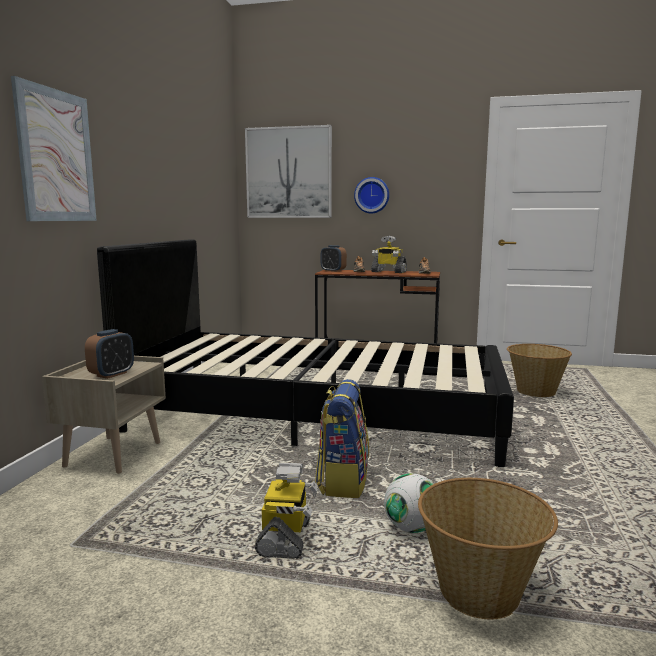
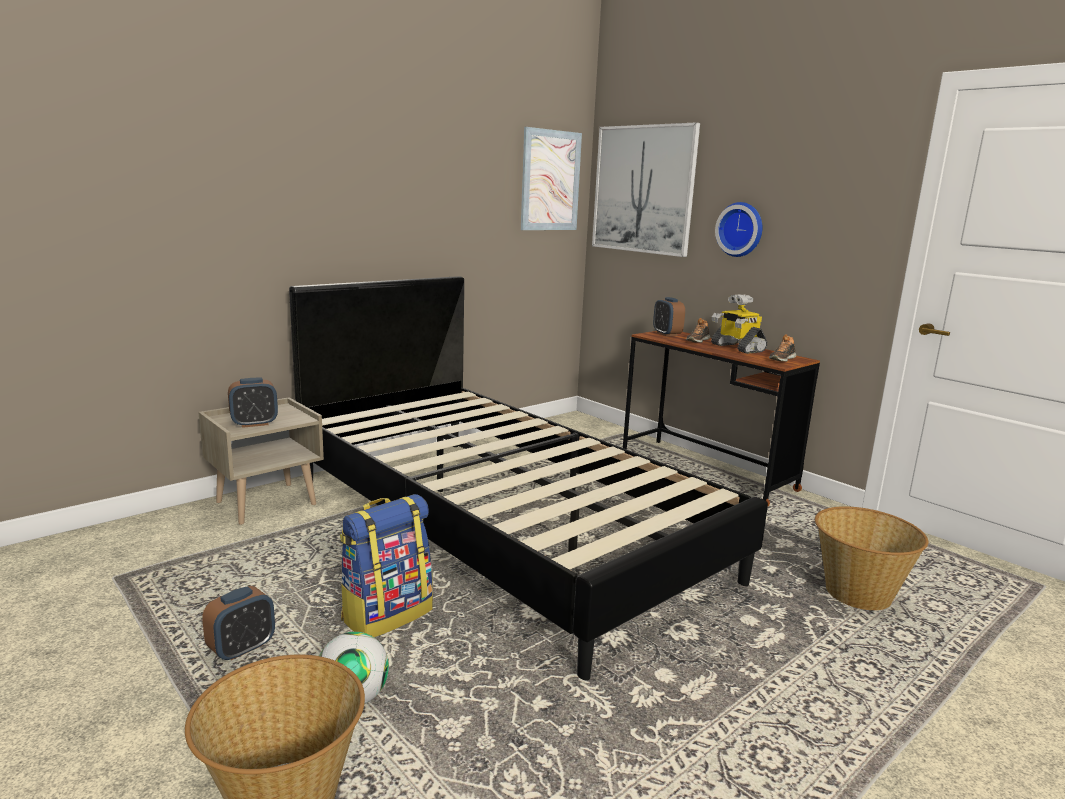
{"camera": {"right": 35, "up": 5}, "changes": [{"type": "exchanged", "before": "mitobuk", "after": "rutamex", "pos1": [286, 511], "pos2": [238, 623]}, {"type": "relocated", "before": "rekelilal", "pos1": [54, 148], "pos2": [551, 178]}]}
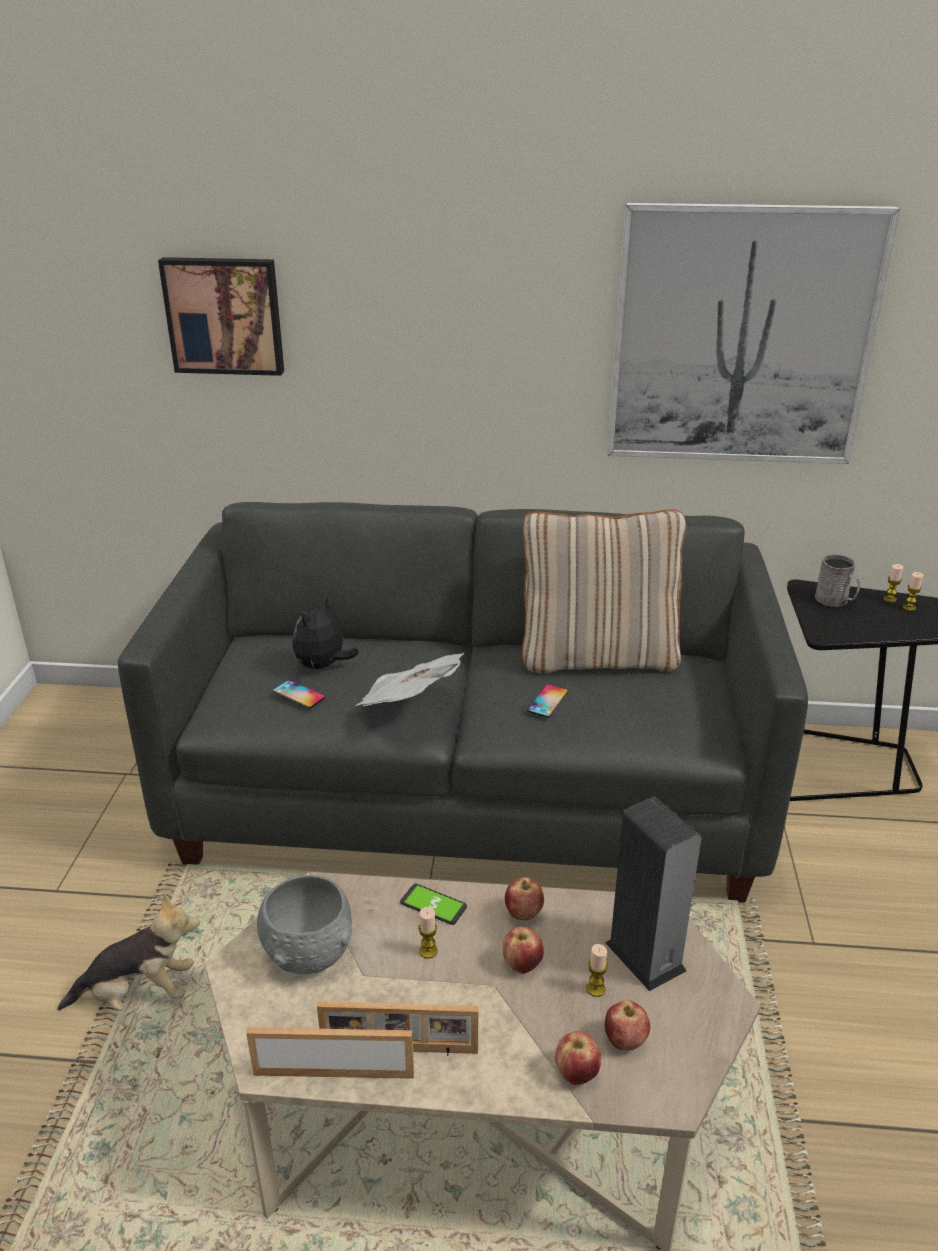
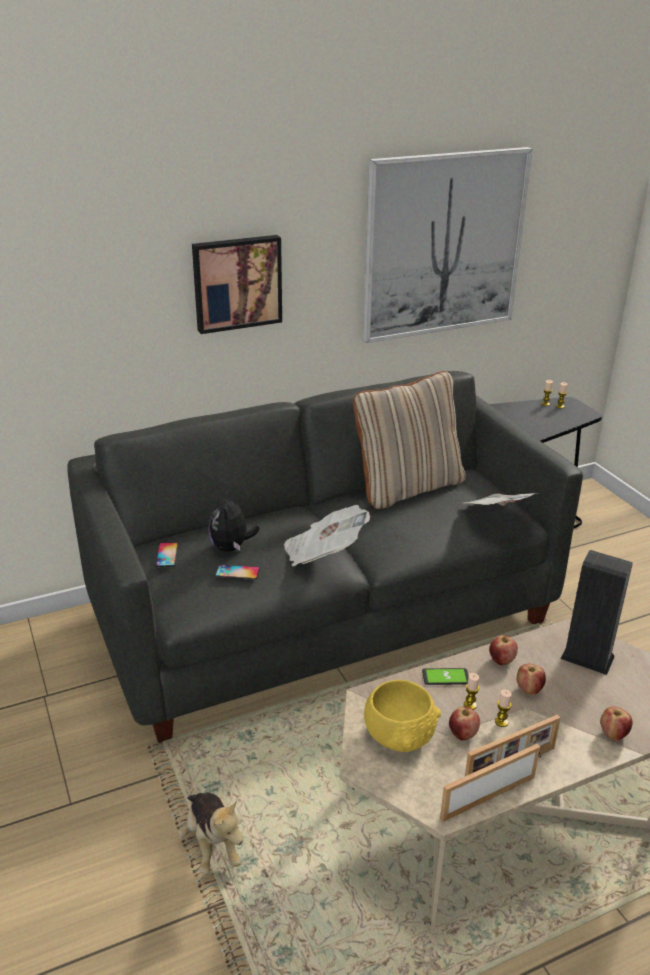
{"camera": {"right": -30, "up": 0}, "changes": [{"type": "relocated", "before": "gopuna", "pos1": [547, 701], "pos2": [166, 554]}, {"type": "spun", "before": "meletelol", "pos1": [129, 952], "pos2": [211, 833], "turn": 105}, {"type": "relocated", "before": "rekelilal", "pos1": [221, 316], "pos2": [237, 284]}, {"type": "colour", "before": "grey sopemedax", "after": "yellow sopemedax", "pos1": [304, 924], "pos2": [402, 716]}, {"type": "relocated", "before": "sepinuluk", "pos1": [627, 1025], "pos2": [464, 724]}, {"type": "appeared", "after": "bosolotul", "pos2": [501, 499]}, {"type": "relocated", "before": "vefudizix", "pos1": [597, 970], "pos2": [503, 708]}, {"type": "missing", "before": "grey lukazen", "pos1": [837, 580]}]}
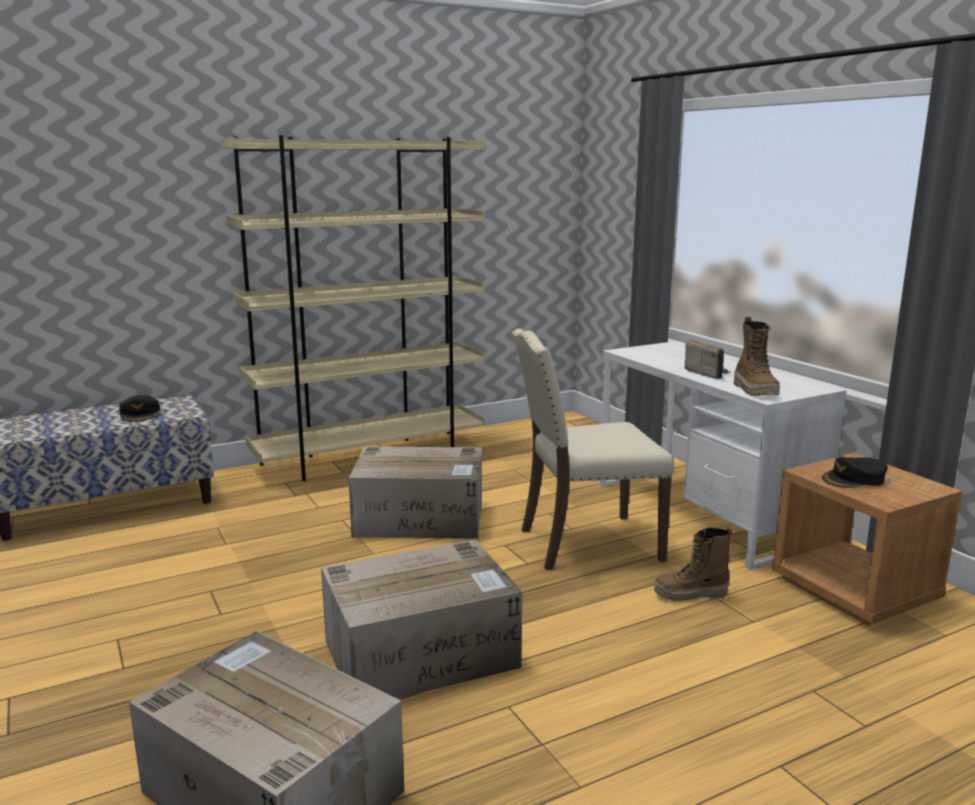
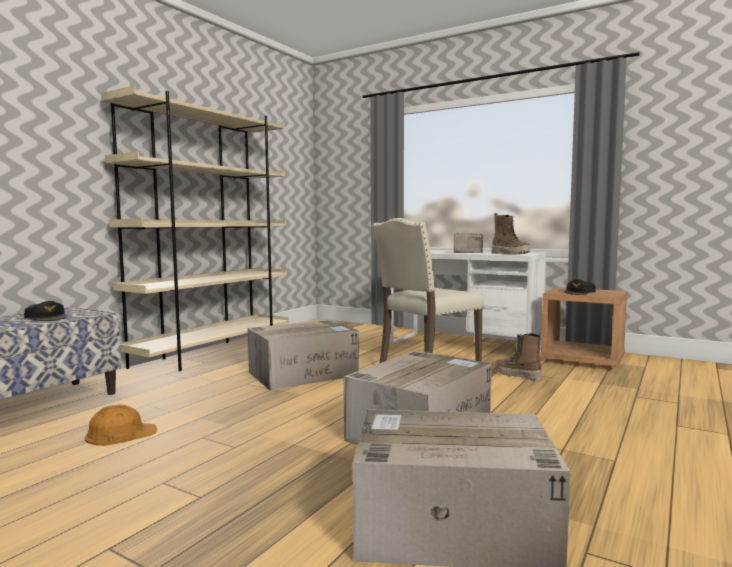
{"camera": {"right": -30, "up": -10}, "changes": [{"type": "appeared", "after": "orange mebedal", "pos2": [121, 425]}, {"type": "spun", "before": "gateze", "pos1": [693, 563], "pos2": [518, 356], "turn": 75}]}
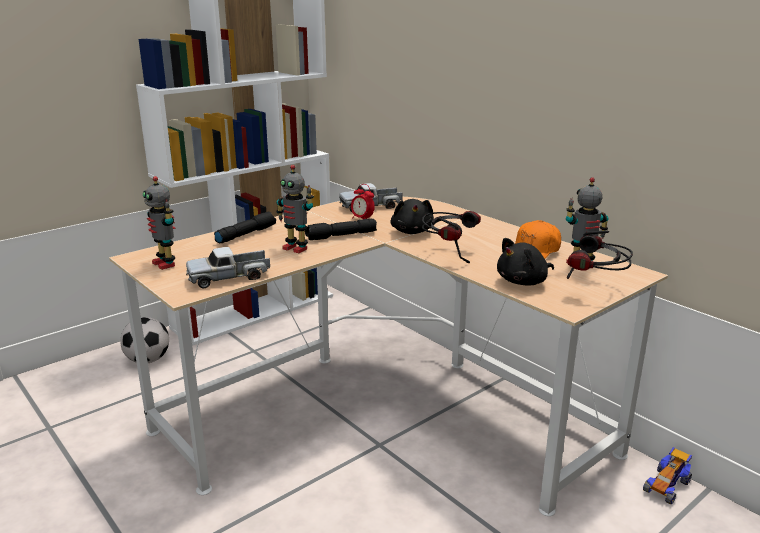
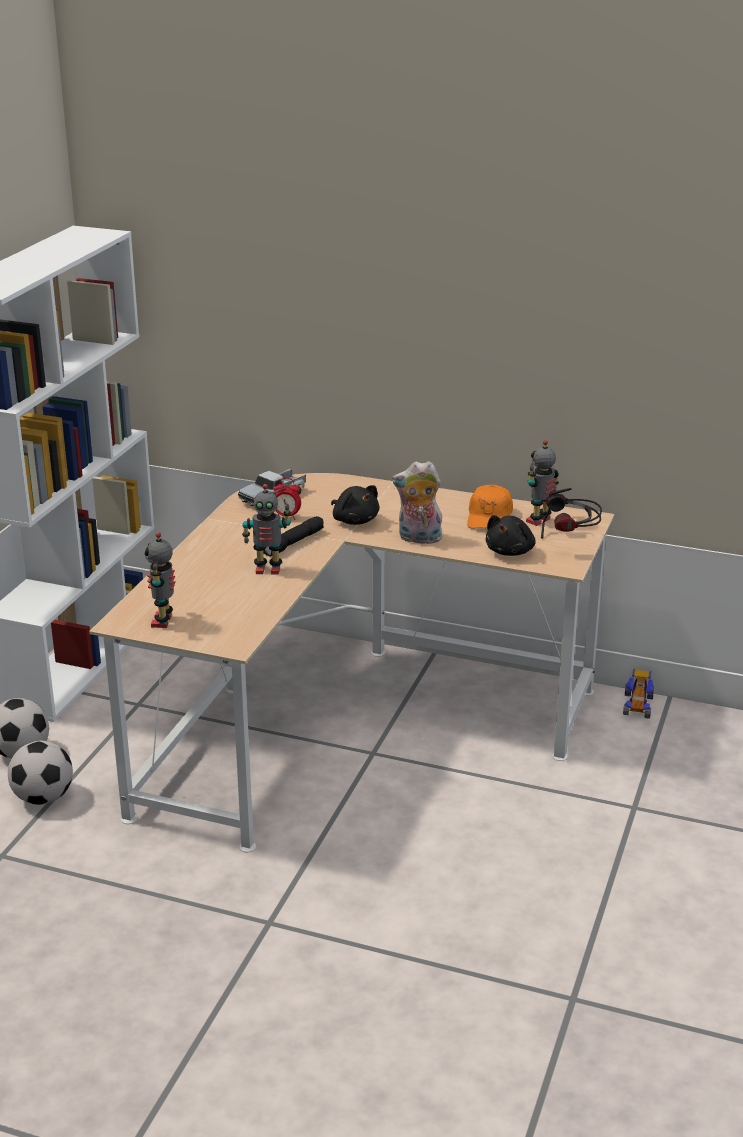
{"camera": {"right": -30, "up": 5}, "changes": [{"type": "appeared", "after": "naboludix", "pos2": [40, 772]}, {"type": "spun", "before": "mitobuk", "pos1": [159, 223], "pos2": [160, 580], "turn": 75}, {"type": "exchanged", "before": "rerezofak", "after": "meletelol", "pos1": [451, 237], "pos2": [417, 502]}, {"type": "missing", "before": "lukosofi", "pos1": [228, 267]}, {"type": "missing", "before": "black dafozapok", "pos1": [245, 227]}]}
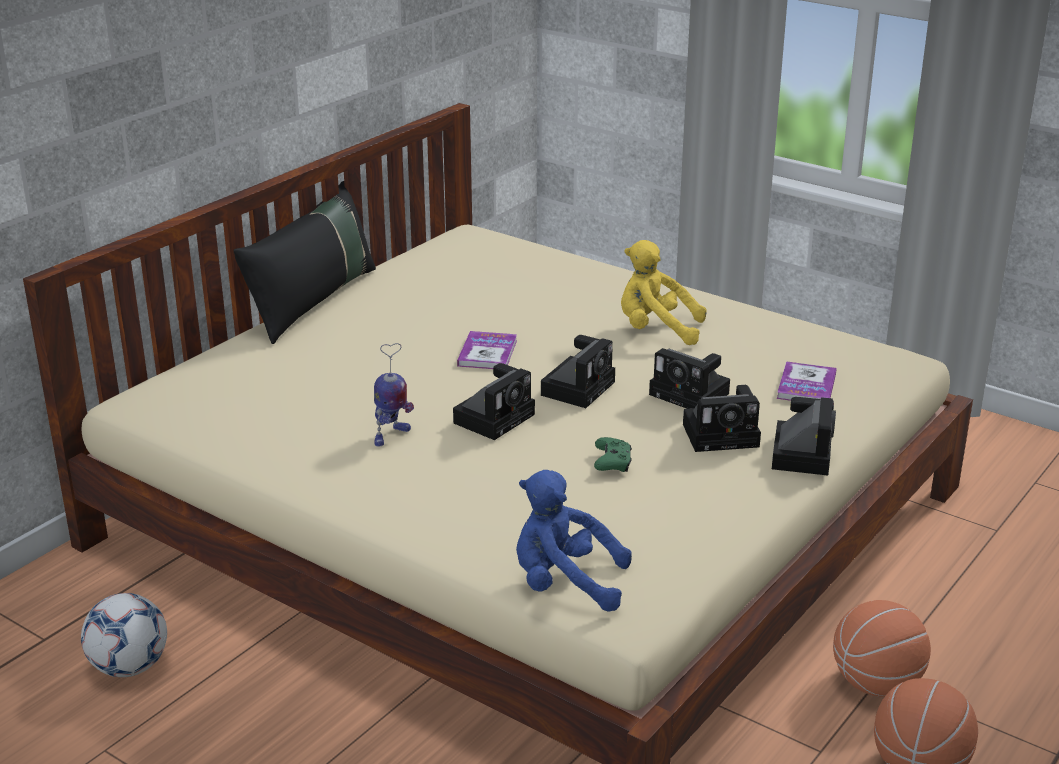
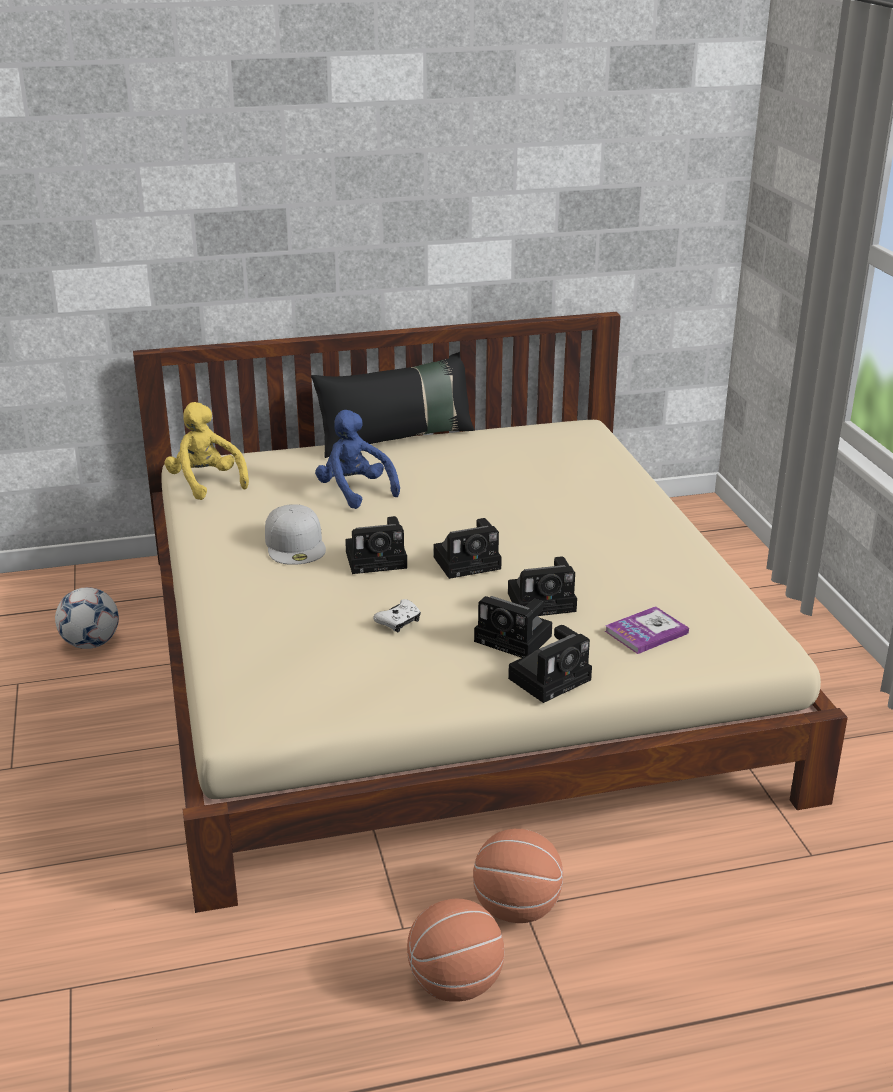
{"camera": {"right": 40, "up": 0}, "changes": [{"type": "relocated", "before": "yellow meletelol", "pos1": [663, 292], "pos2": [206, 451]}, {"type": "exchanged", "before": "mitobuk", "after": "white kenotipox", "pos1": [394, 395], "pos2": [295, 534]}, {"type": "relocated", "before": "blue meletelol", "pos1": [574, 541], "pos2": [357, 459]}, {"type": "colour", "before": "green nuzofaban", "after": "white nuzofaban", "pos1": [613, 454], "pos2": [397, 615]}, {"type": "spun", "before": "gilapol", "pos1": [689, 378], "pos2": [542, 586], "turn": -90}, {"type": "missing", "before": "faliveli", "pos1": [487, 350]}]}
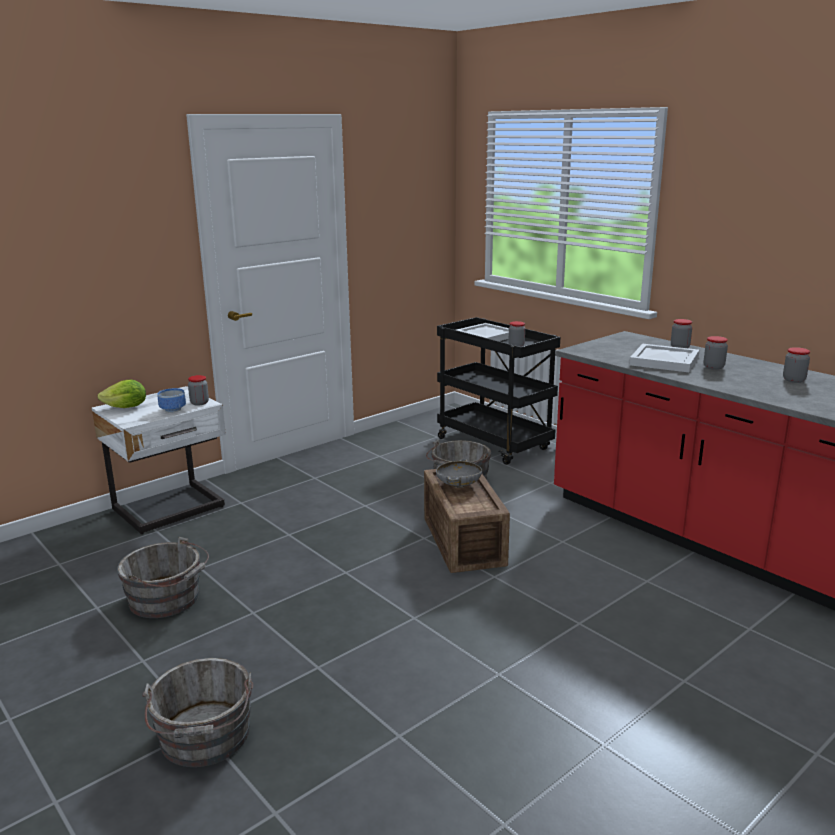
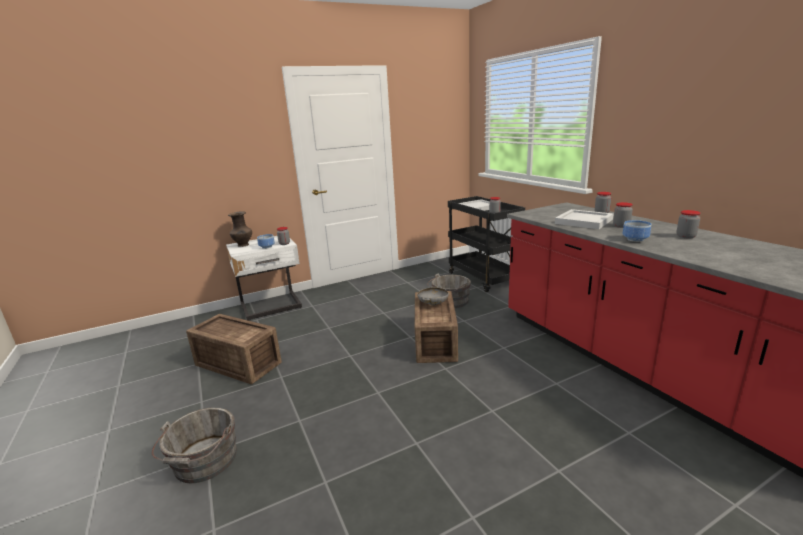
{"camera": {"right": 15, "up": 0}, "changes": [{"type": "exchanged", "before": "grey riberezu", "after": "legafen", "pos1": [163, 577], "pos2": [234, 349]}, {"type": "exchanged", "before": "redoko", "after": "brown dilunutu", "pos1": [121, 393], "pos2": [240, 229]}, {"type": "appeared", "after": "sopemedax", "pos2": [637, 231]}]}
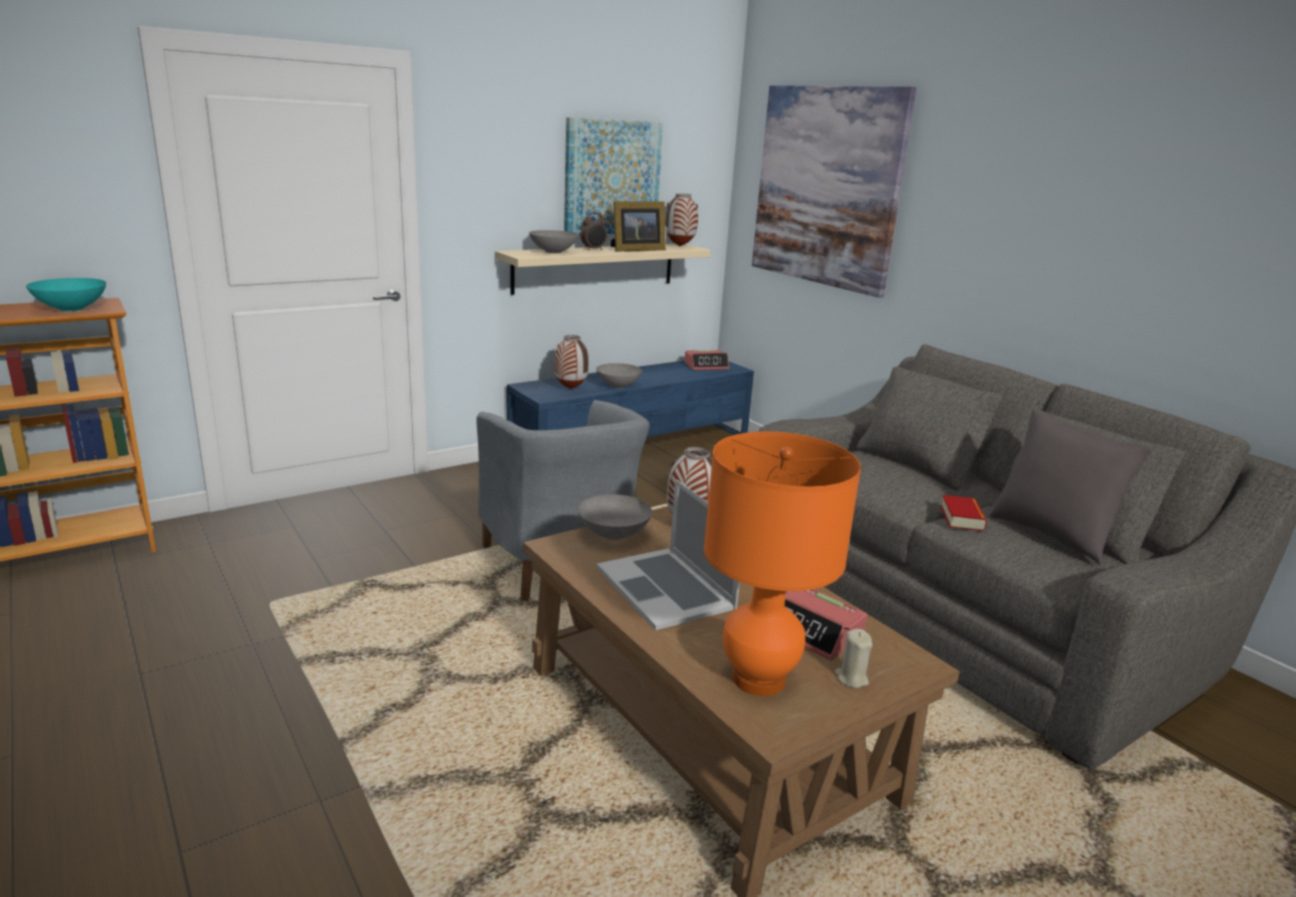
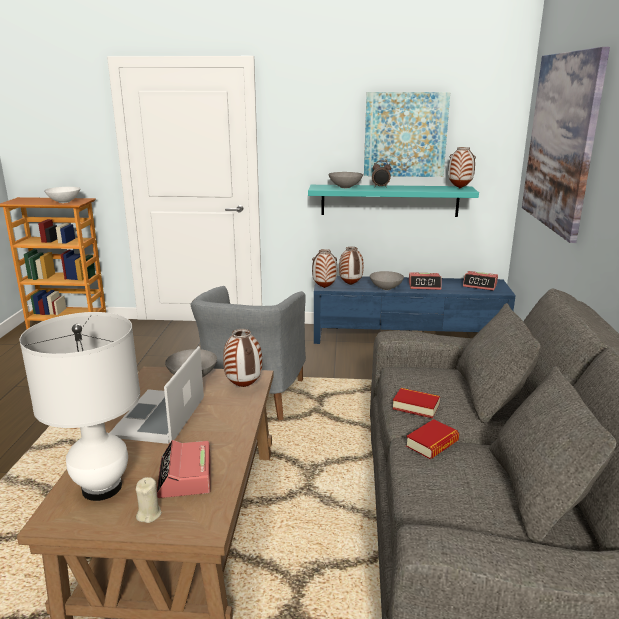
{"camera": {"right": 40, "up": 0}, "changes": [{"type": "colour", "before": "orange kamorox", "after": "white kamorox", "pos1": [782, 563], "pos2": [79, 406]}, {"type": "colour", "before": "turquoise sopemedax", "after": "white sopemedax", "pos1": [66, 294], "pos2": [62, 195]}, {"type": "colour", "before": "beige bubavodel", "after": "turquoise bubavodel", "pos1": [602, 269], "pos2": [393, 201]}, {"type": "appeared", "after": "dilunutu", "pos2": [324, 268]}, {"type": "appeared", "after": "faliveli", "pos2": [416, 403]}, {"type": "appeared", "after": "rutamex", "pos2": [425, 281]}, {"type": "missing", "before": "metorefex", "pos1": [638, 226]}, {"type": "missing", "before": "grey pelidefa", "pos1": [1071, 486]}]}
